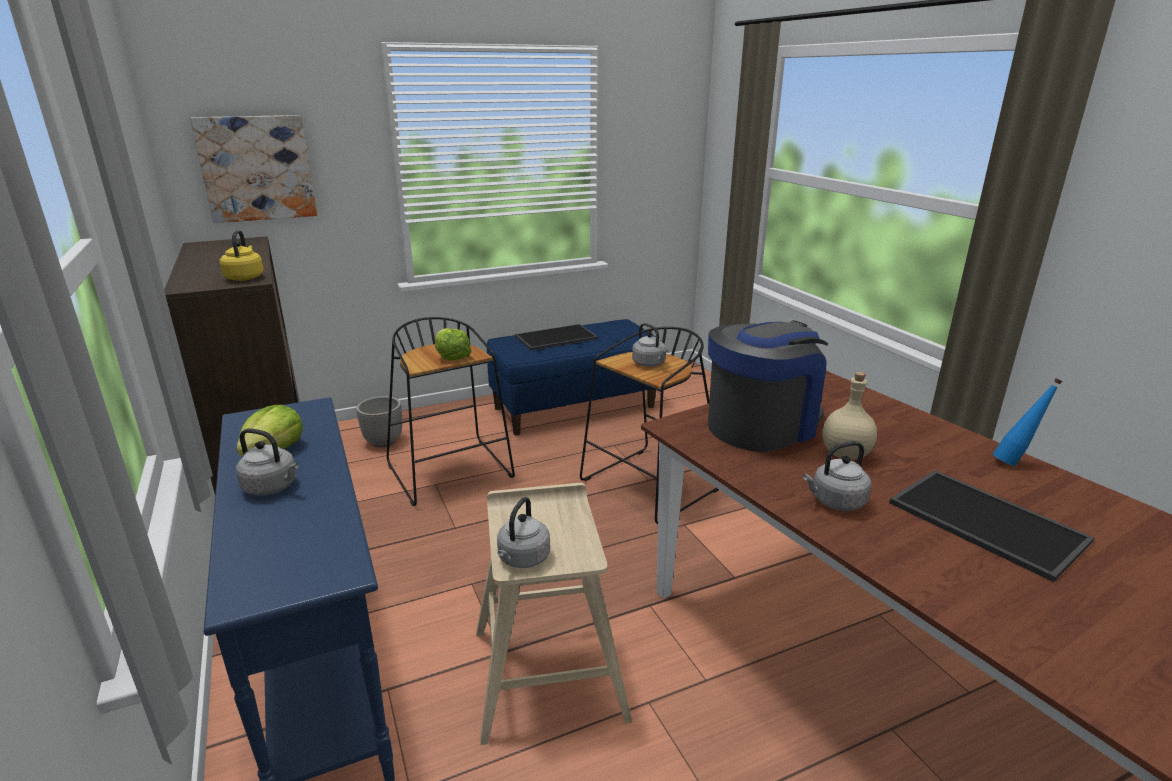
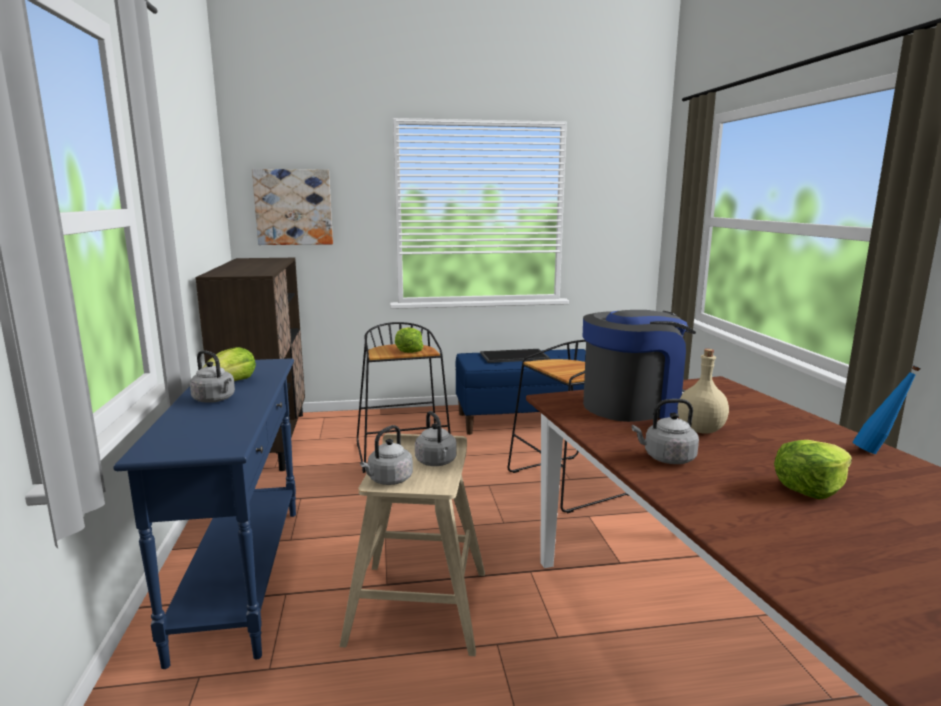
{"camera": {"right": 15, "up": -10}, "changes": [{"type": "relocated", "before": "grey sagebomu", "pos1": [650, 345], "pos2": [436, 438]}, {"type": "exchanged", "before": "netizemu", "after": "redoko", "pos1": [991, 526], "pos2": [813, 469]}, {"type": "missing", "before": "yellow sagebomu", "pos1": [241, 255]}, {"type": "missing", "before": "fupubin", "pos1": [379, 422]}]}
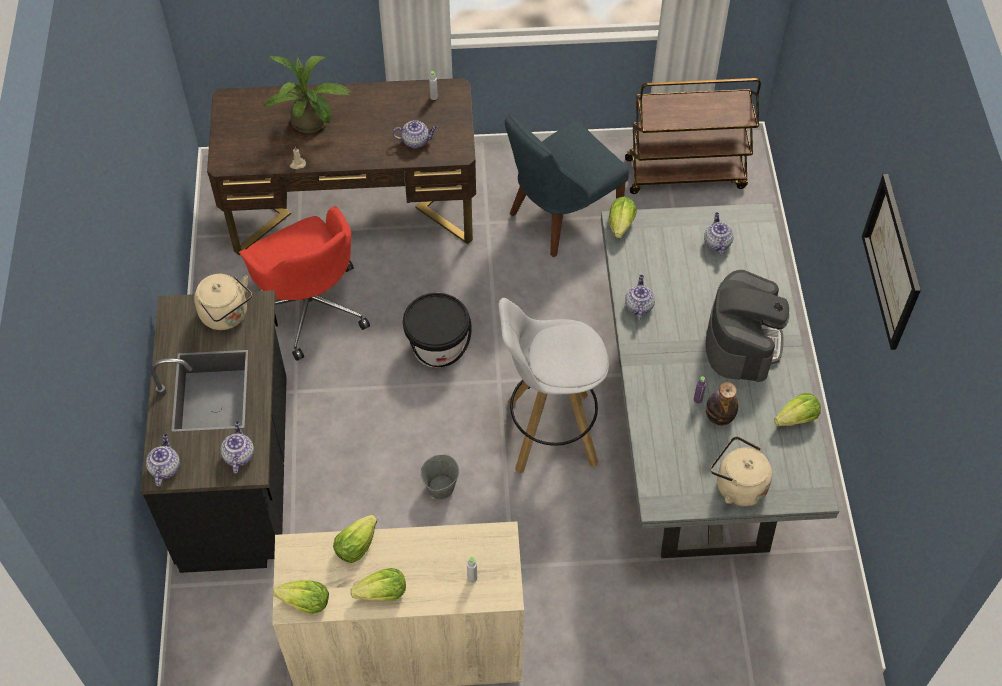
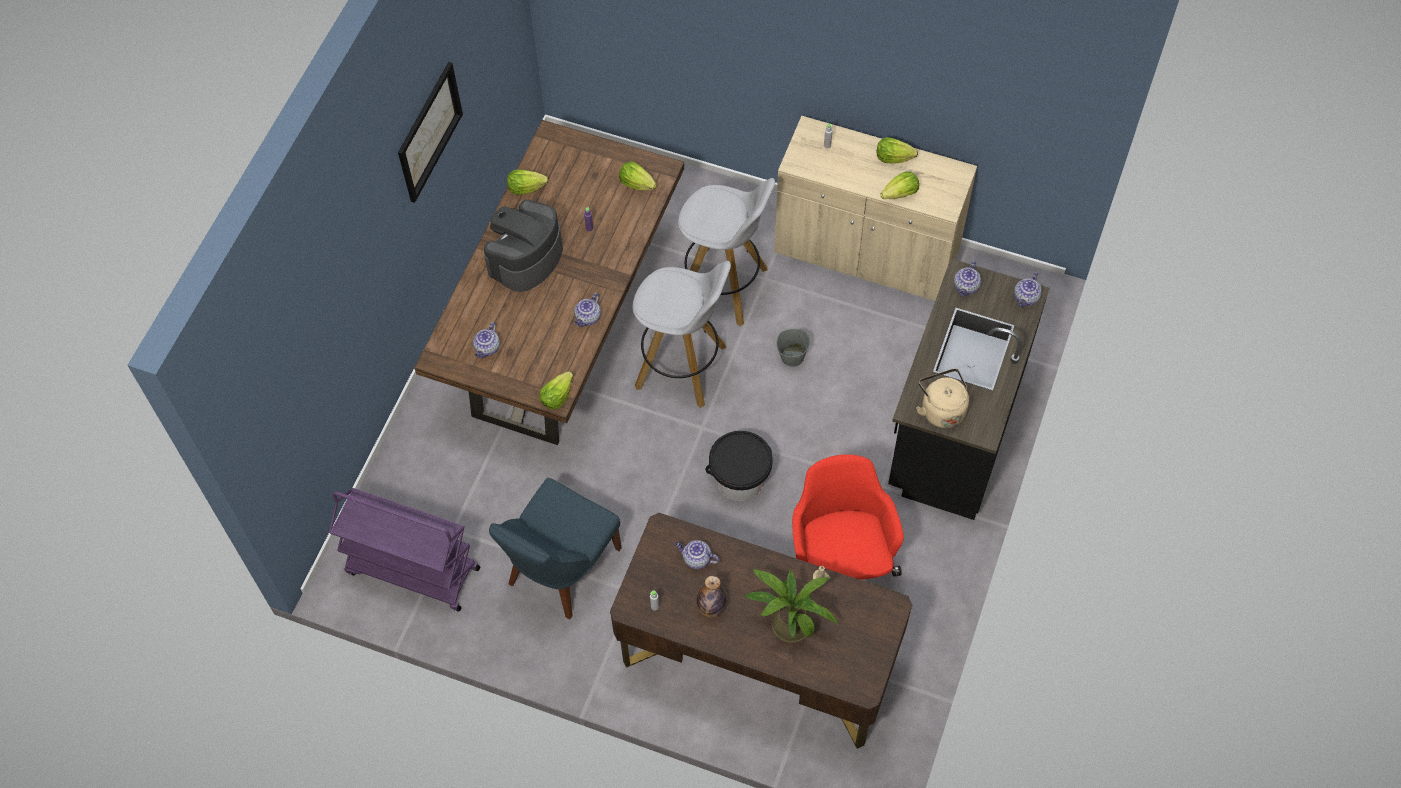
{"camera": {"right": -155, "up": 5}, "changes": [{"type": "colour", "before": "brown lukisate", "after": "purple lukisate", "pos1": [693, 136], "pos2": [404, 550]}, {"type": "colour", "before": "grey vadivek", "after": "brown vadivek", "pos1": [720, 380], "pos2": [549, 282]}, {"type": "spun", "before": "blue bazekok", "pos1": [567, 185], "pos2": [555, 549], "turn": 135}, {"type": "relocated", "before": "redoko", "pos1": [301, 597], "pos2": [638, 175]}, {"type": "appeared", "after": "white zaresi", "pos2": [726, 252]}, {"type": "relocated", "before": "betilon", "pos1": [722, 404], "pos2": [711, 597]}, {"type": "missing", "before": "beige sagebomu", "pos1": [741, 471]}]}
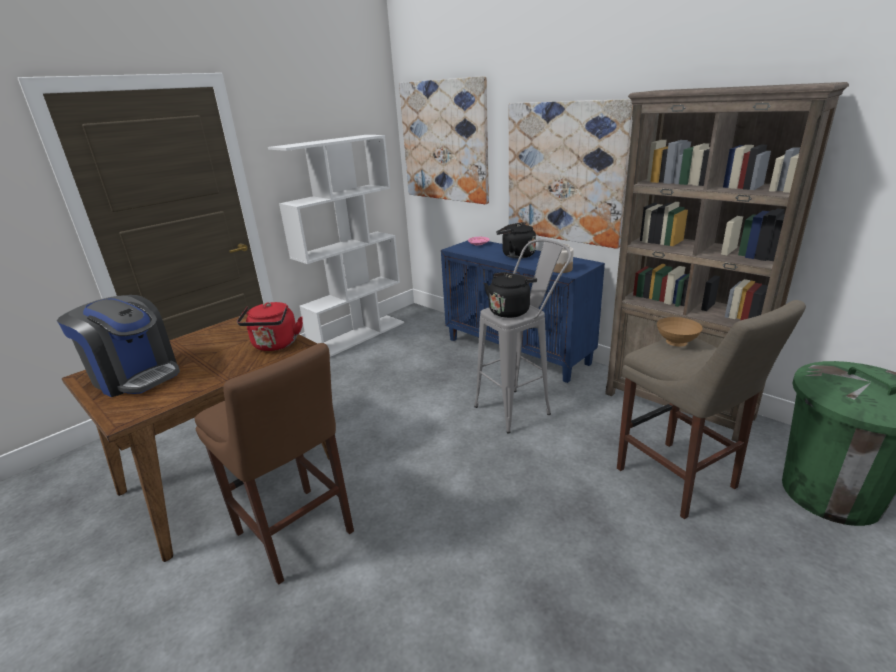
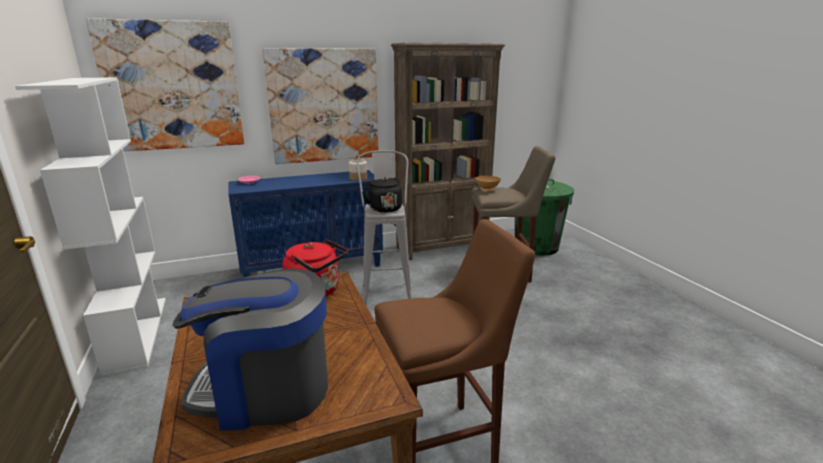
{"camera": {"right": -65, "up": -5}, "changes": [{"type": "spun", "before": "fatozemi", "pos1": [118, 346], "pos2": [250, 350], "turn": -150}, {"type": "missing", "before": "black sagebomu", "pos1": [516, 240]}]}
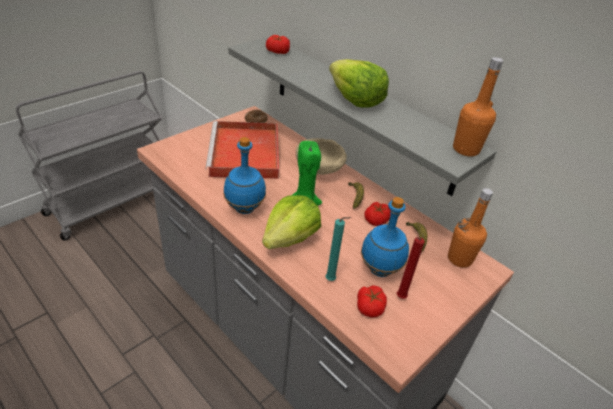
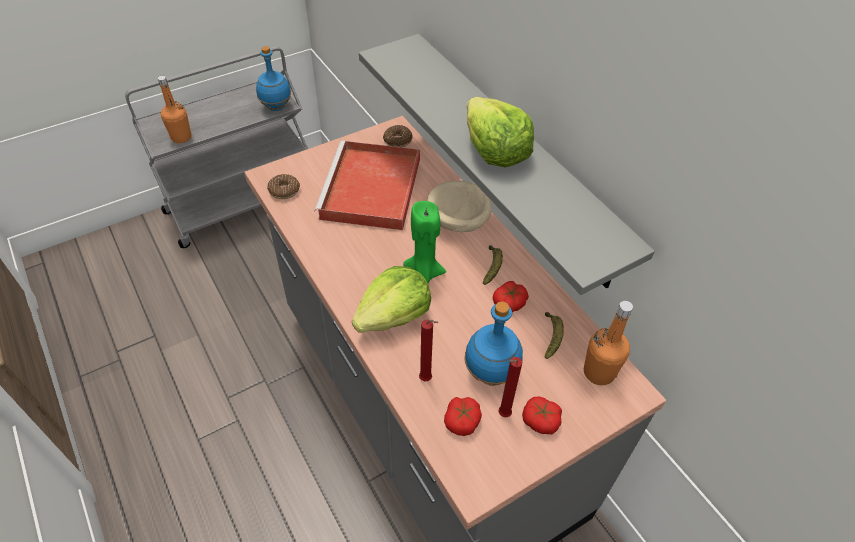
{"camera": {"right": 15, "up": 10}, "changes": [{"type": "relocated", "before": "orange betilon", "pos1": [478, 106], "pos2": [174, 109]}, {"type": "relocated", "before": "blue betilon", "pos1": [244, 175], "pos2": [273, 78]}, {"type": "appeared", "after": "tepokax", "pos2": [283, 186]}, {"type": "colour", "before": "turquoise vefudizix", "after": "red vefudizix", "pos1": [338, 249], "pos2": [428, 350]}, {"type": "relocated", "before": "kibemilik", "pos1": [278, 44], "pos2": [542, 415]}]}
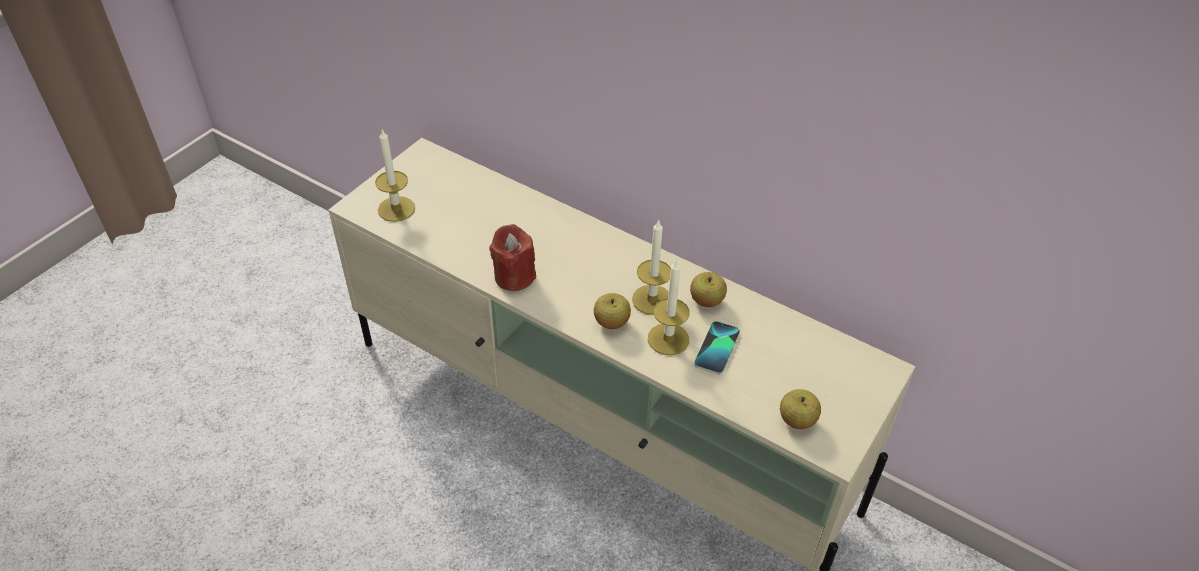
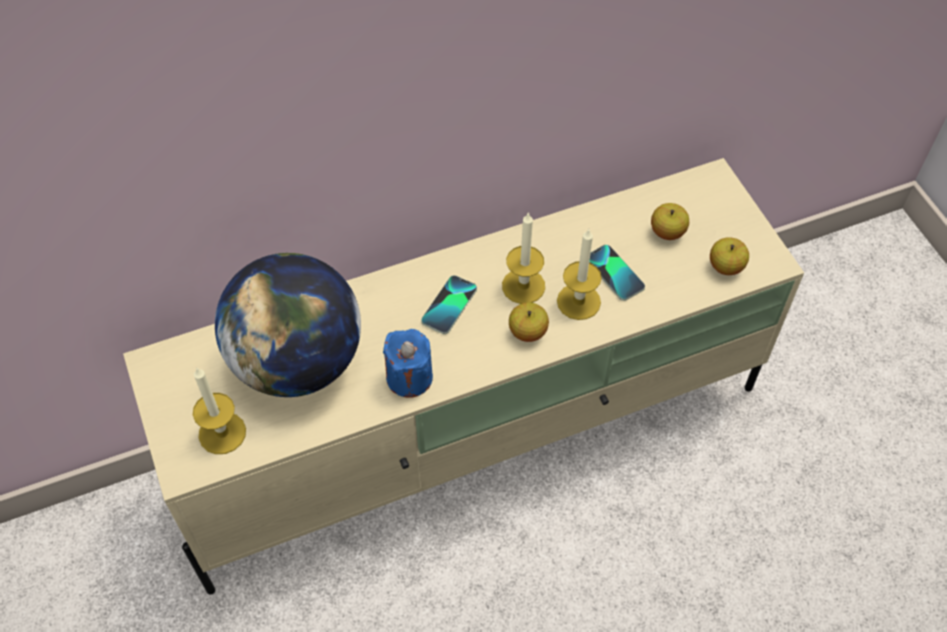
{"camera": {"right": -55, "up": 10}, "changes": [{"type": "appeared", "after": "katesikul", "pos2": [288, 325]}, {"type": "colour", "before": "red vefudizix", "after": "blue vefudizix", "pos1": [512, 257], "pos2": [408, 363]}, {"type": "appeared", "after": "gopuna", "pos2": [449, 304]}, {"type": "relocated", "before": "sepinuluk", "pos1": [708, 289], "pos2": [670, 221]}]}
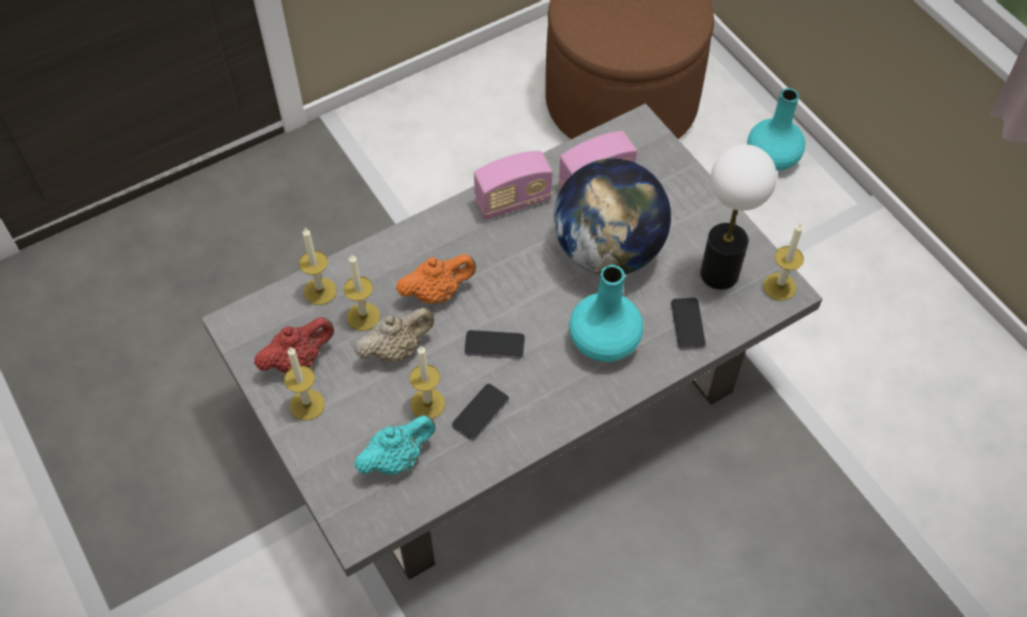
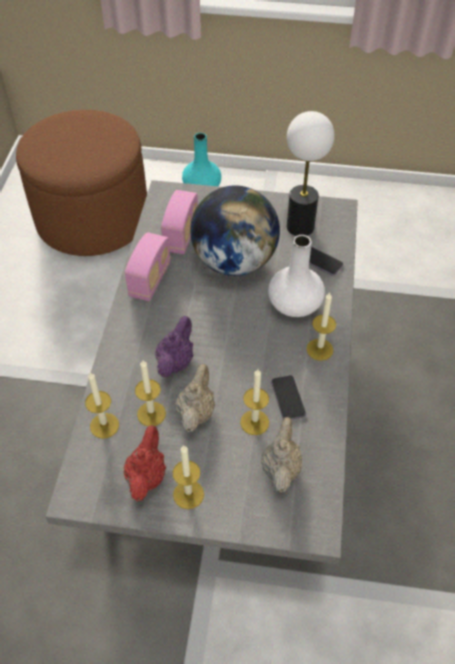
{"camera": {"right": -50, "up": -5}, "changes": [{"type": "colour", "before": "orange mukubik", "after": "purple mukubik", "pos1": [436, 279], "pos2": [174, 346]}, {"type": "colour", "before": "turquoise mukubik", "after": "beige mukubik", "pos1": [395, 445], "pos2": [281, 455]}, {"type": "colour", "before": "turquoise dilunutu", "after": "white dilunutu", "pos1": [606, 313], "pos2": [296, 276]}, {"type": "relocated", "before": "vefudizix", "pos1": [783, 262], "pos2": [321, 327]}, {"type": "missing", "before": "gopuna", "pos1": [494, 344]}]}
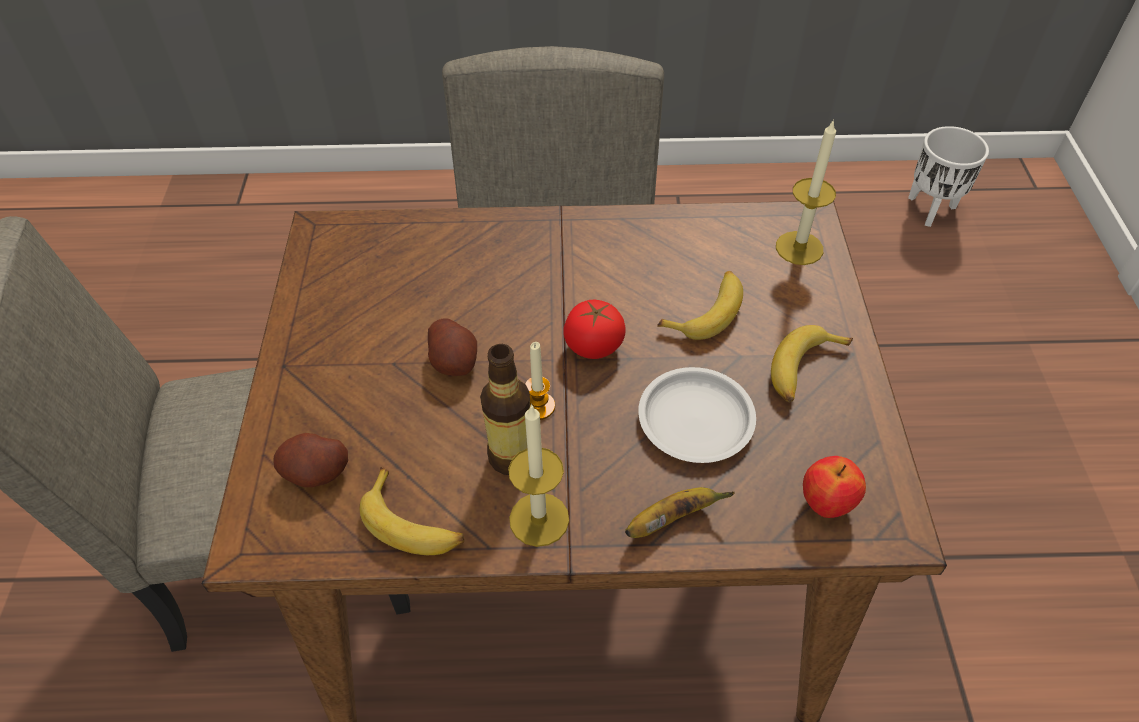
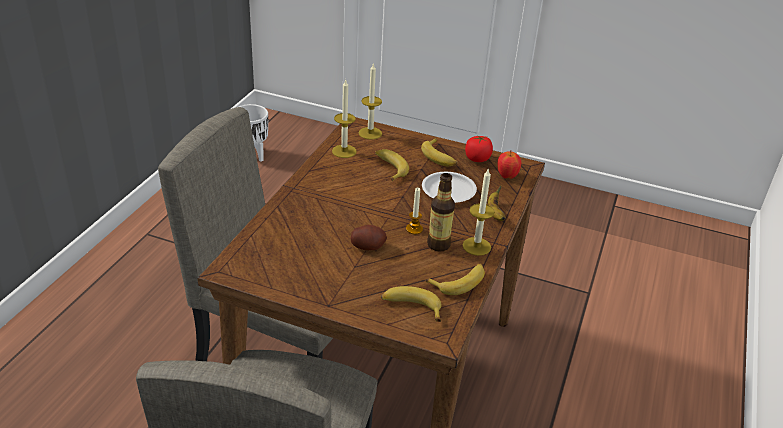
{"camera": {"right": -70, "up": -15}, "changes": [{"type": "appeared", "after": "vefudizix", "pos2": [344, 119]}, {"type": "exchanged", "before": "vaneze", "after": "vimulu", "pos1": [310, 460], "pos2": [411, 304]}, {"type": "relocated", "before": "kibemilik", "pos1": [595, 329], "pos2": [479, 148]}]}
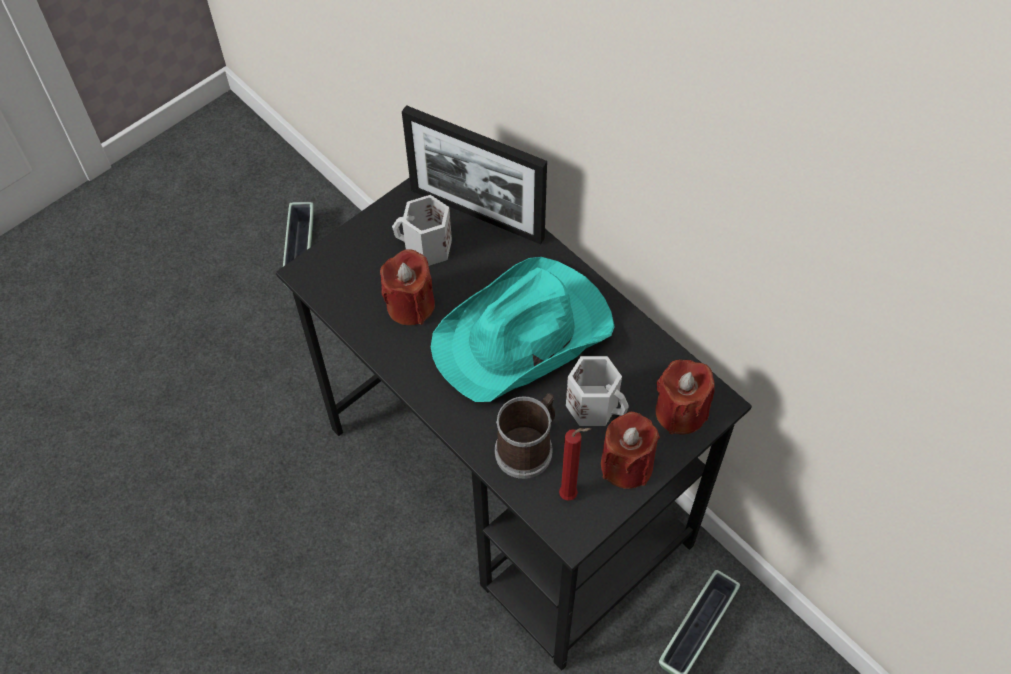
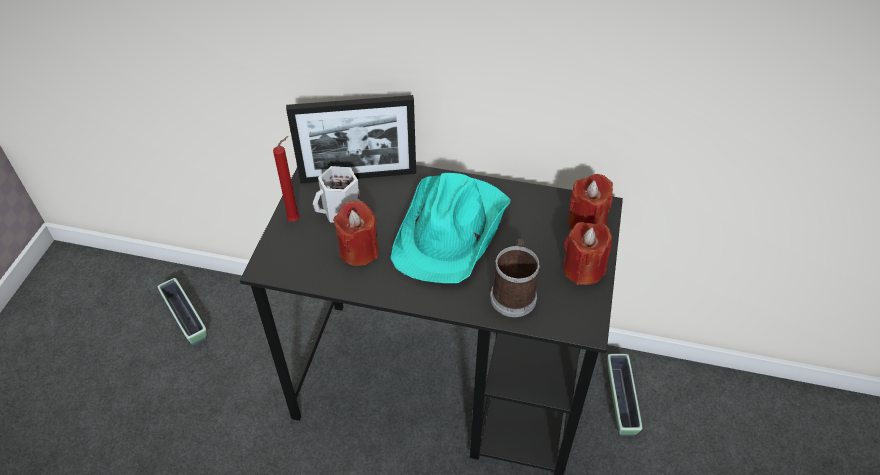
{"camera": {"right": -35, "up": -10}, "changes": [{"type": "relocated", "before": "red vefudizix", "pos1": [575, 464], "pos2": [286, 179]}, {"type": "missing", "before": "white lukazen", "pos1": [597, 391]}]}
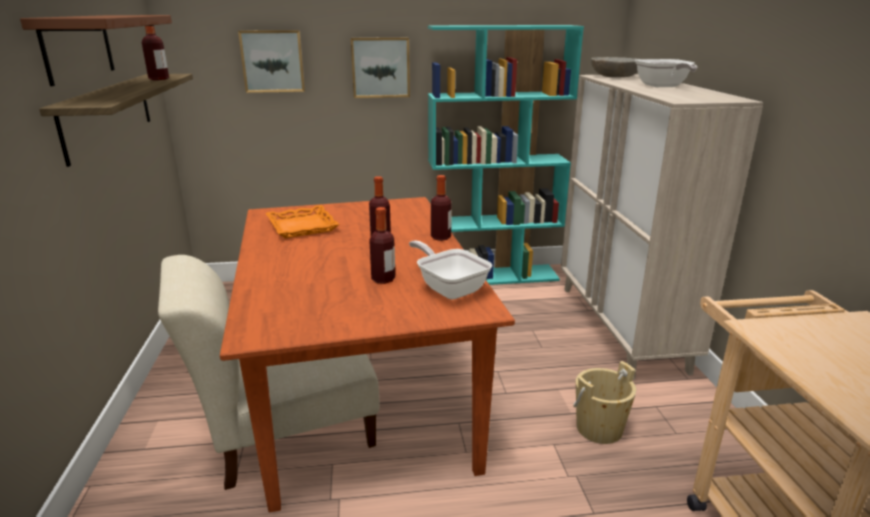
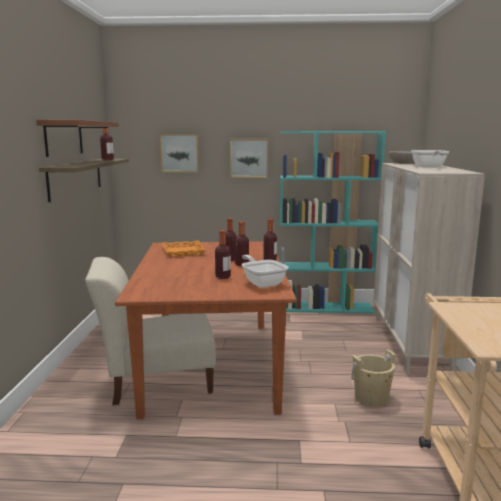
{"camera": {"right": 10, "up": -10}, "changes": [{"type": "appeared", "after": "betilon", "pos2": [242, 243]}]}
